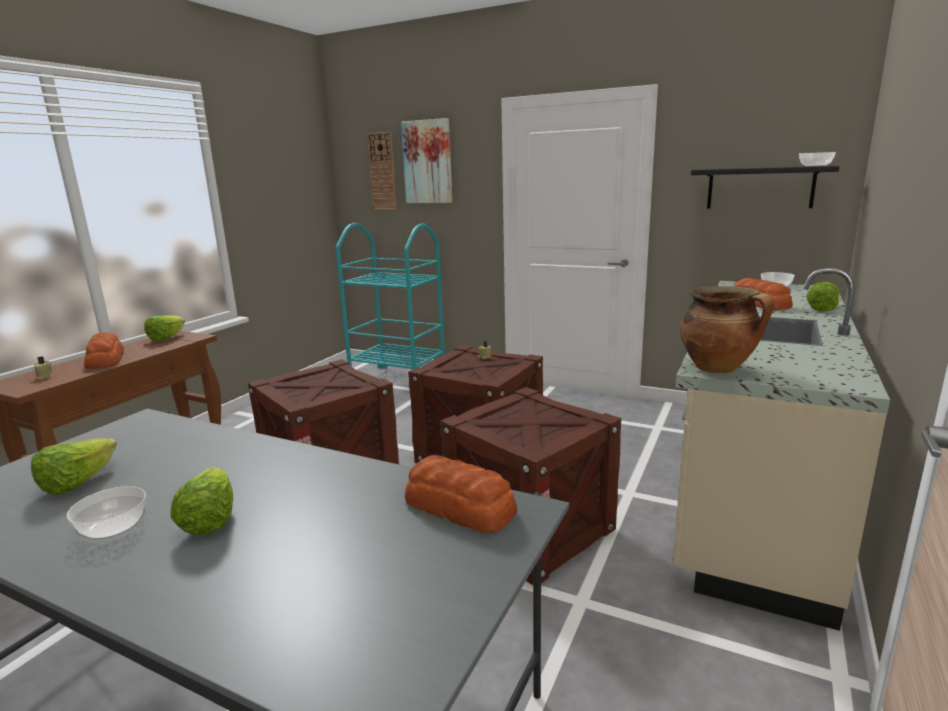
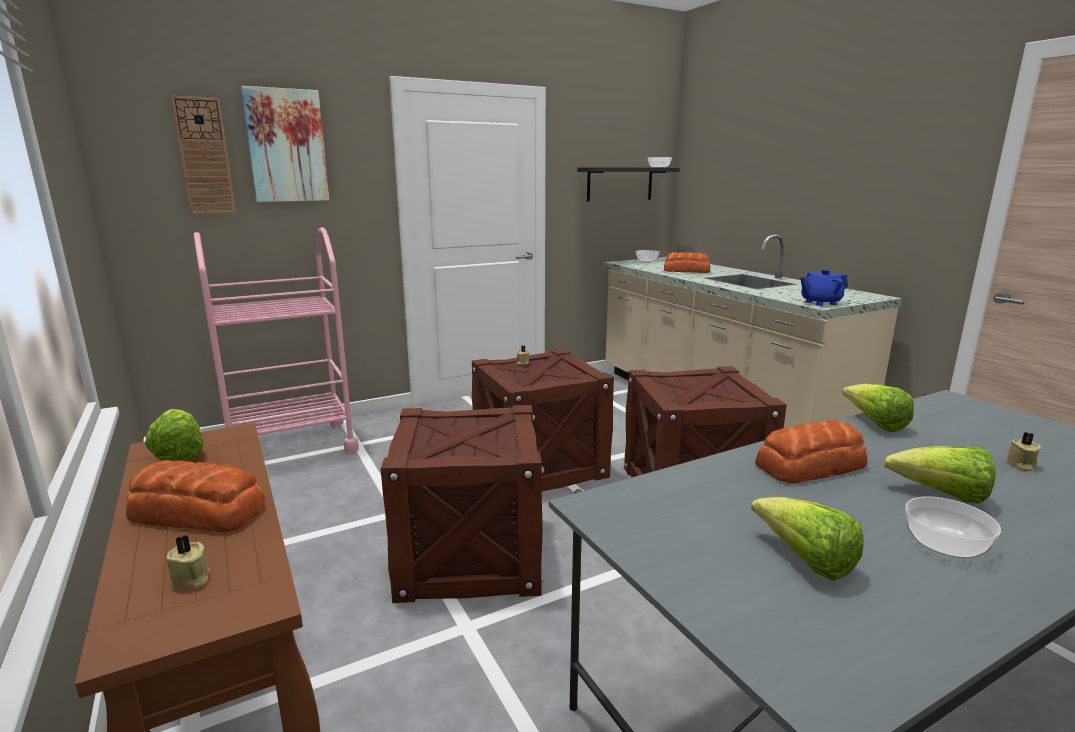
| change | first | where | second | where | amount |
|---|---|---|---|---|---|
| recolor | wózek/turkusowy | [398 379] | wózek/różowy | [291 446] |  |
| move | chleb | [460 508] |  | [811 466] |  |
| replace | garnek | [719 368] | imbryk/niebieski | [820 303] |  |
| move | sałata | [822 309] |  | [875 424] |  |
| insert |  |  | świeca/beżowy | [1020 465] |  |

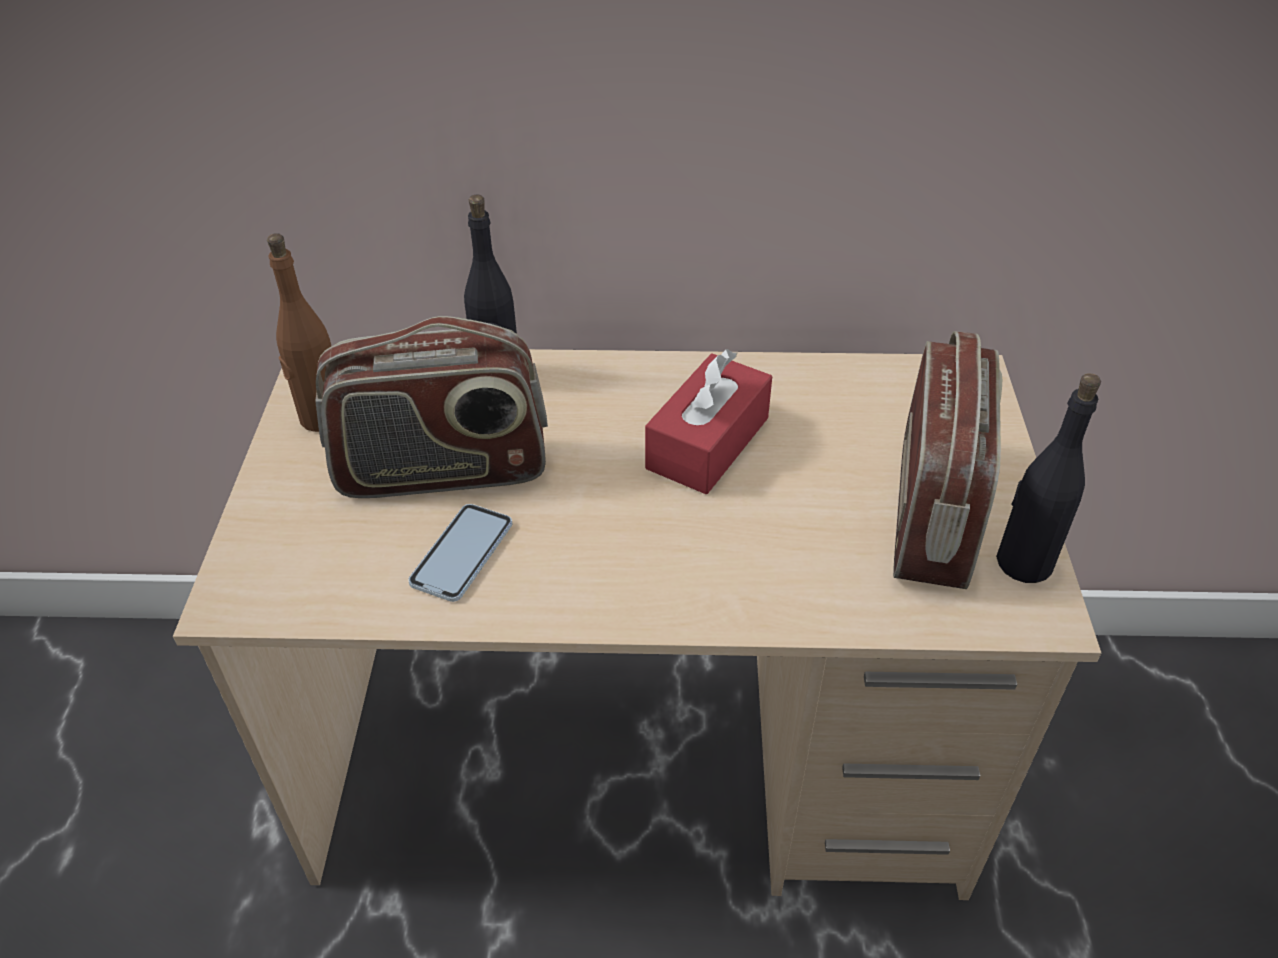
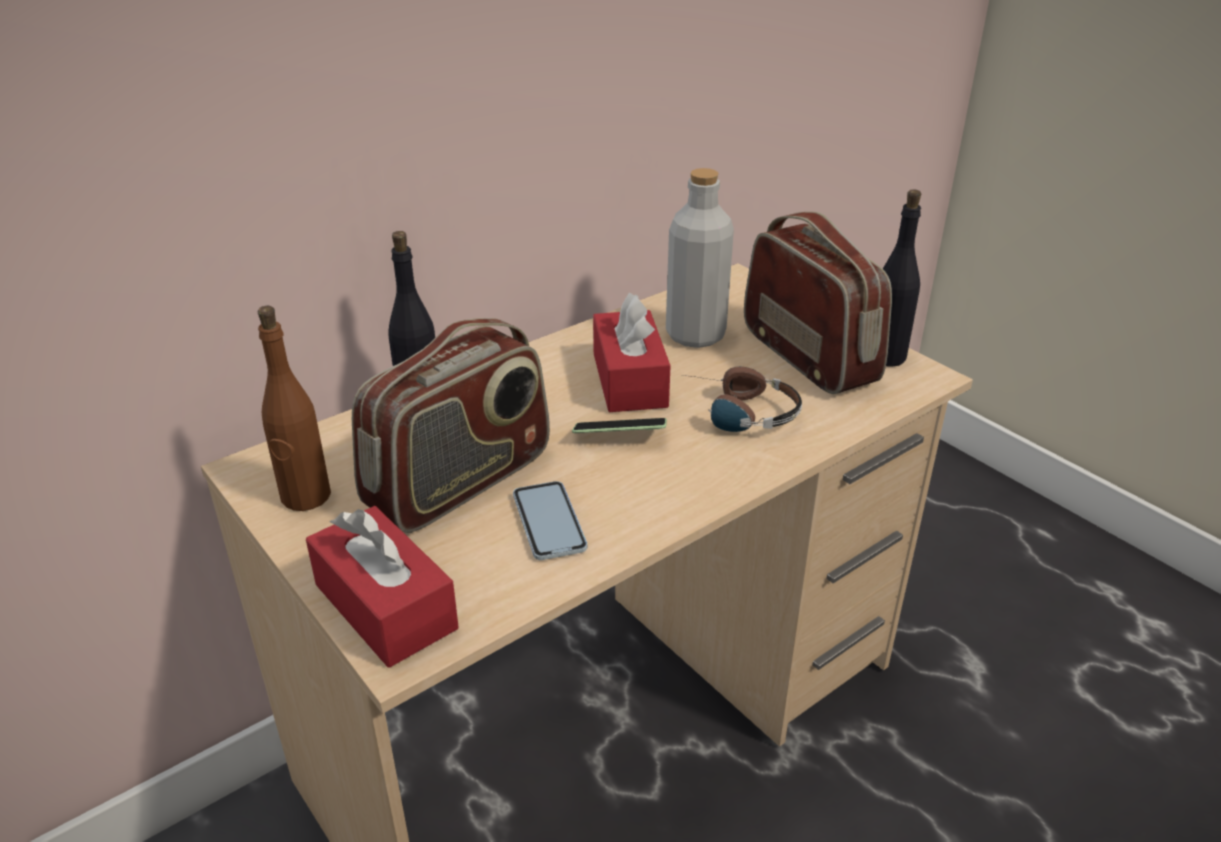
| change | first | where | second | where | amount |
|---|---|---|---|---|---|
| insert |  |  | pudełko chusteczek/czerwony | [385 606] |  |
| insert |  |  | telefon | [619 437] |  |
| insert |  |  | butelka/szary | [695 335] |  |
| insert |  |  | słuchawki | [736 413] |  |

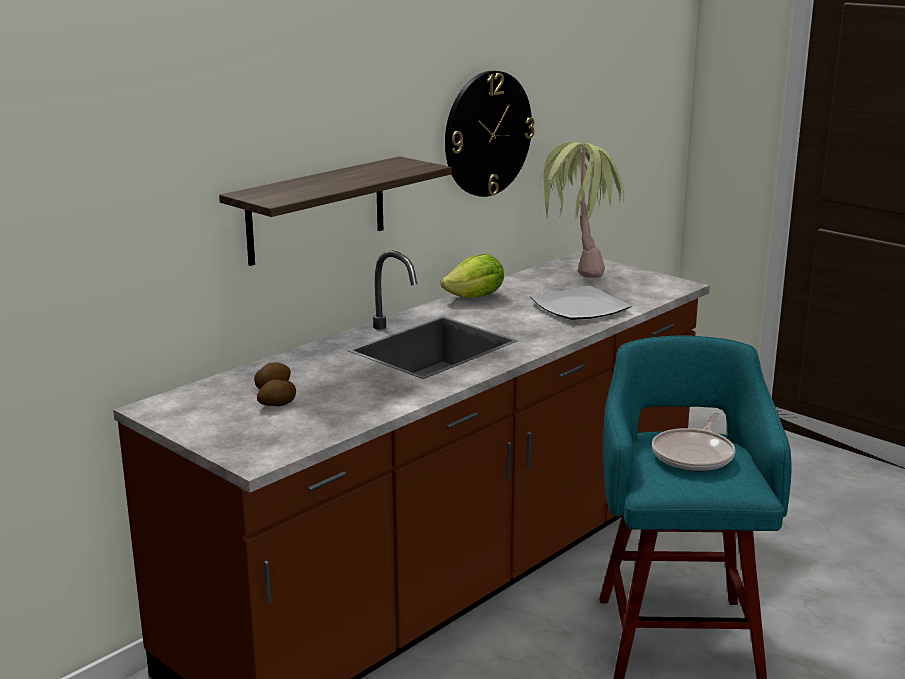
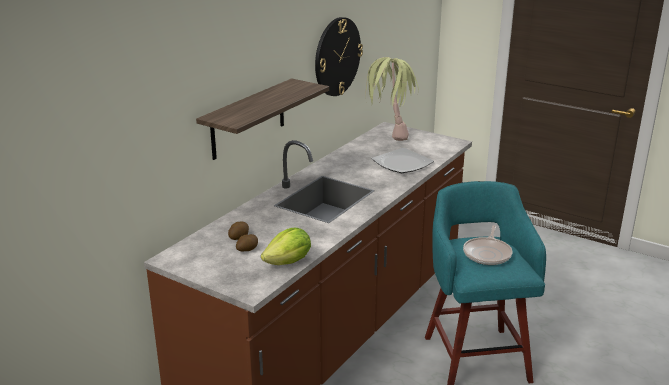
| change | first | where | second | where | amount |
|---|---|---|---|---|---|
| move | sałata | [475 297] |  | [289 262] |  |

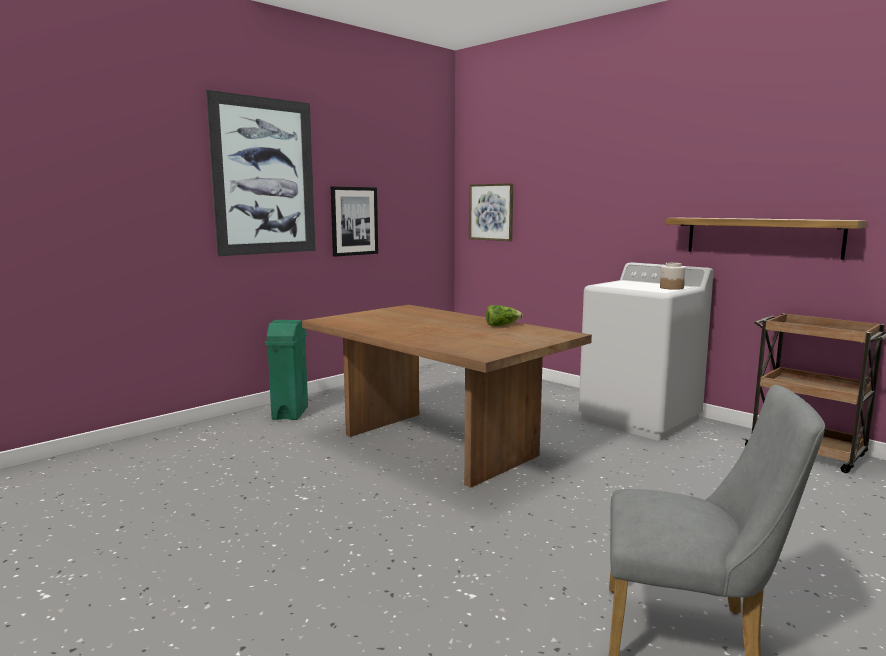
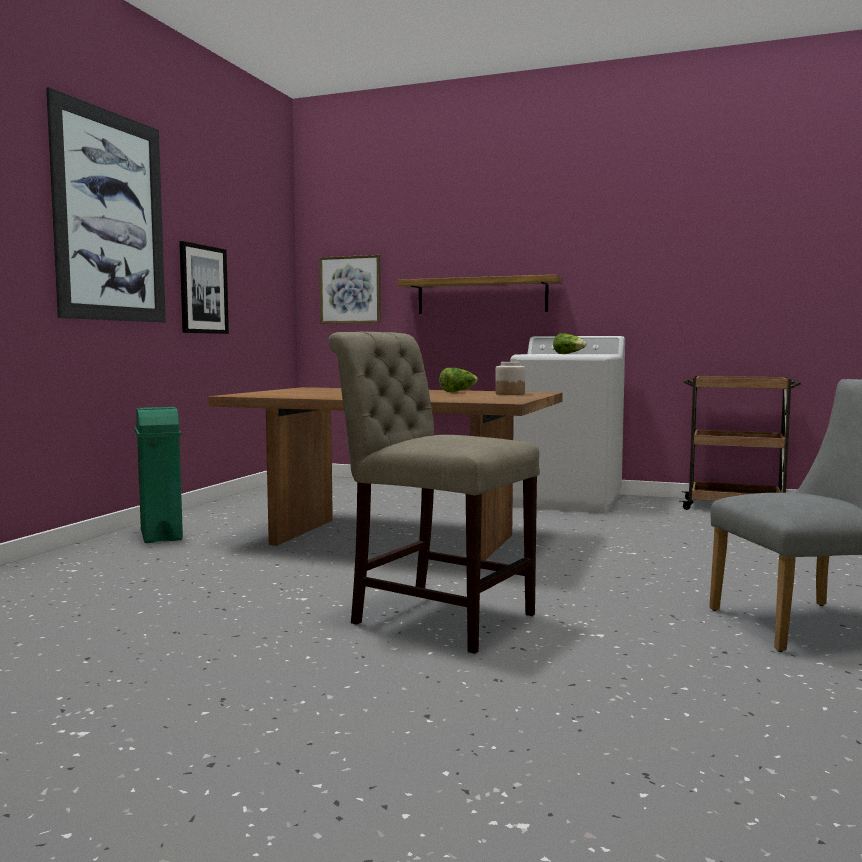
| change | first | where | second | where | amount |
|---|---|---|---|---|---|
| insert |  |  | krzesło/beżowy | [435 616] |  |
| move | półka | [762 237] |  | [481 296] |  |
| move | słoik | [671 288] |  | [509 394] |  |
| insert |  |  | sałata | [569 354] |  |

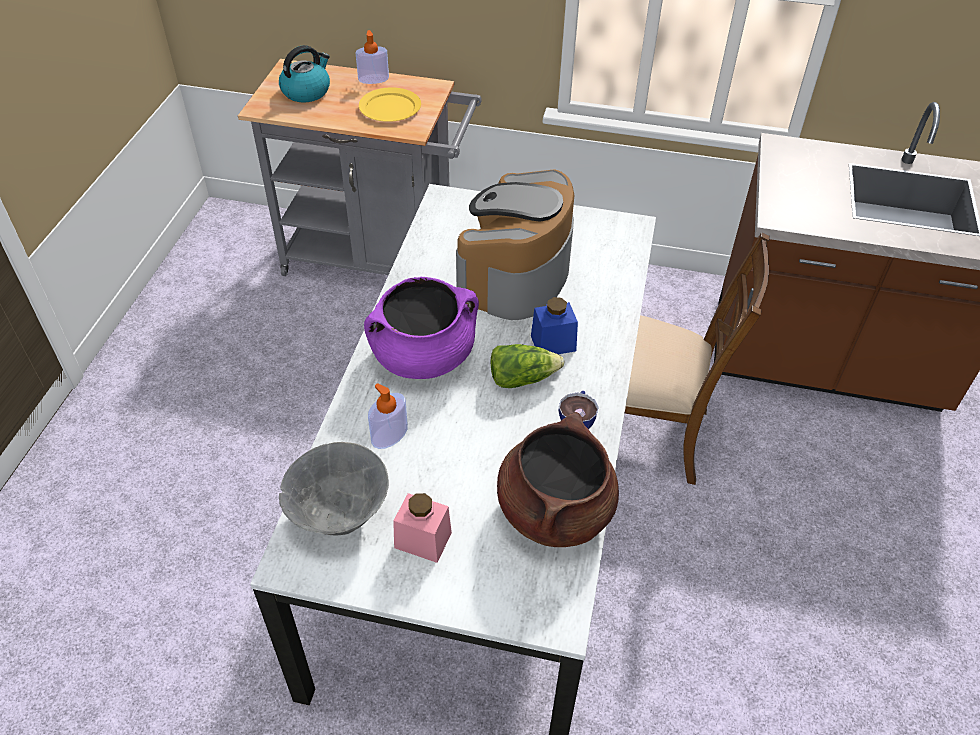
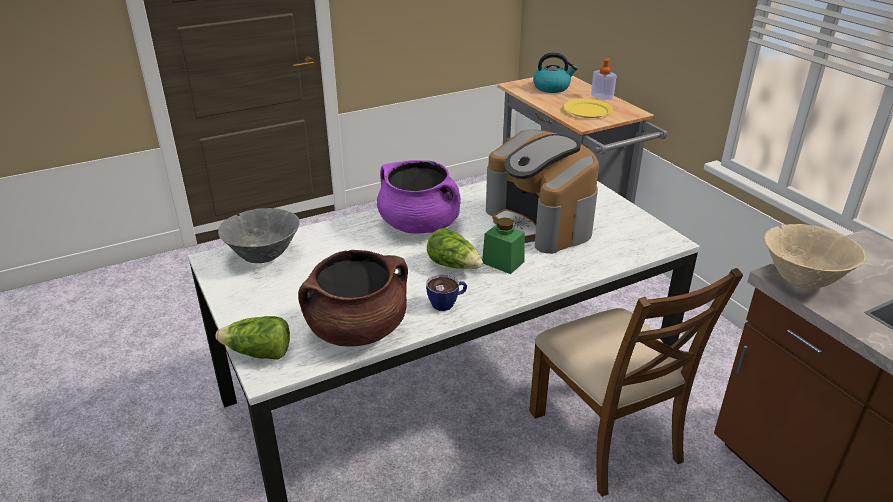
| change | first | where | second | where | amount |
|---|---|---|---|---|---|
| insert |  |  | sałata | [259 353] |  |
| recolor | słoik/niebieski | [553 343] | słoik/zielony | [503 262] |  |
| rotate | ekspres do kawy | [516 275] |  | [540 222] | 105 degrees counterclockwise |
| insert |  |  | miska/beżowy | [801 281] |  |
| delete | dozownik mydła | [389 434] |  |  |  |
| delete | słoik/różowy | [423 540] |  |  |  |

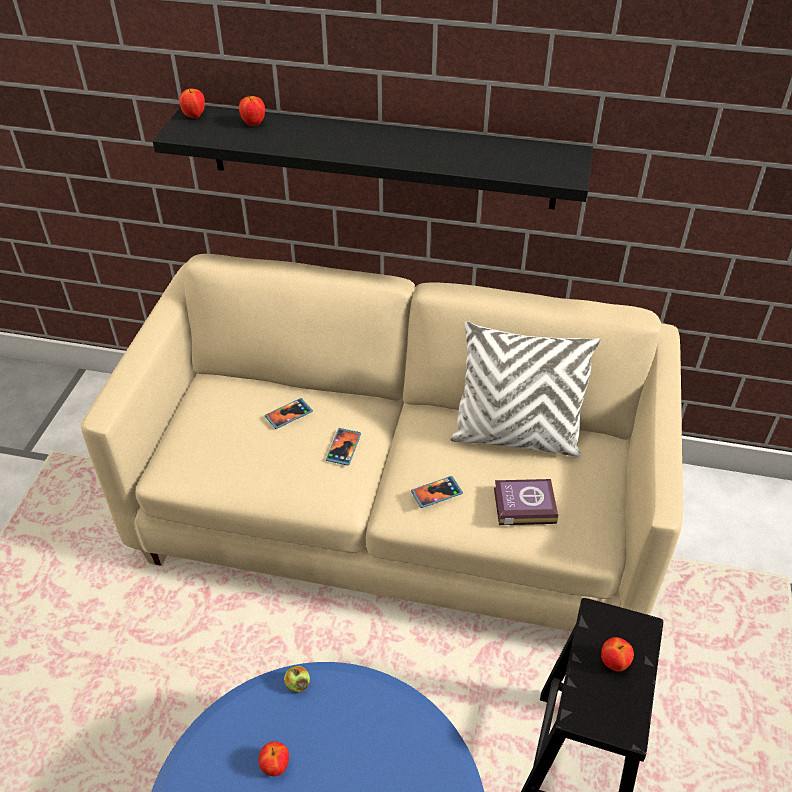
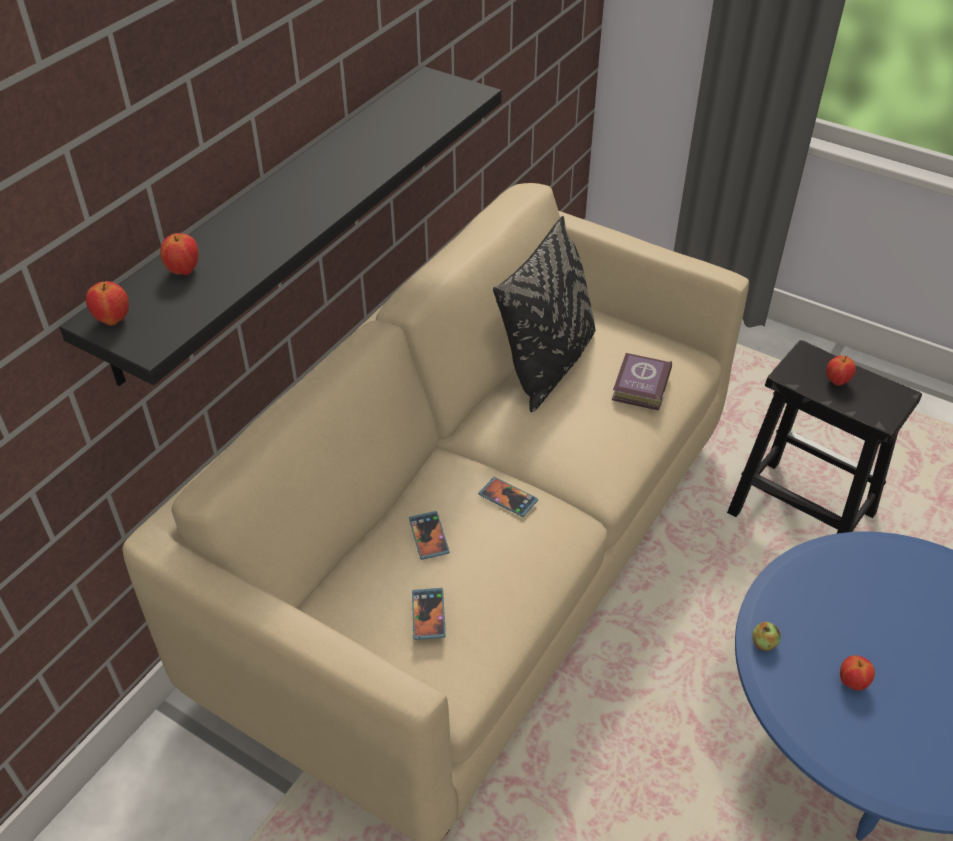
| change | first | where | second | where | amount |
|---|---|---|---|---|---|
| move | telefon | [436 493] |  | [428 615] |  |
| recolor | poduszka/biały | [515 437] | poduszka/czarny | [548 365] |  |

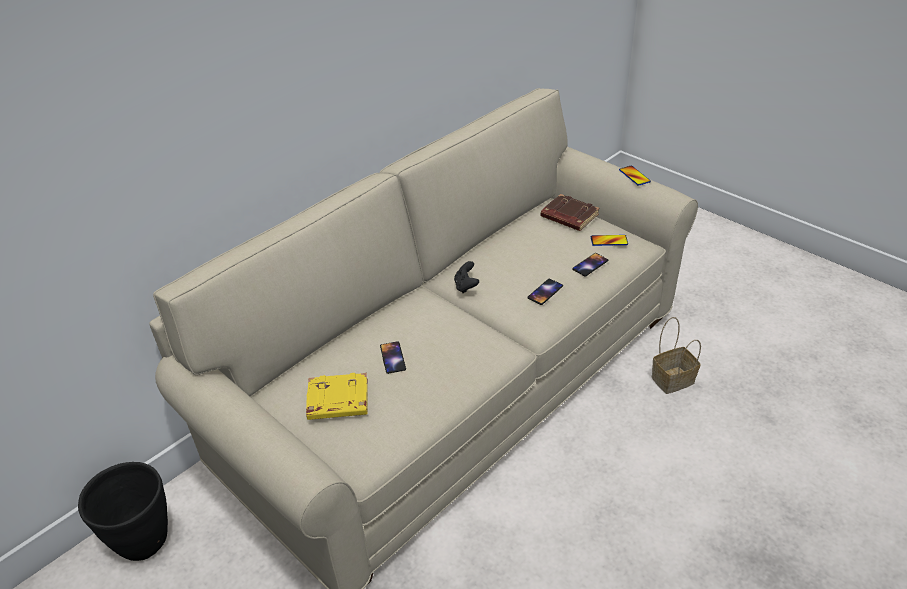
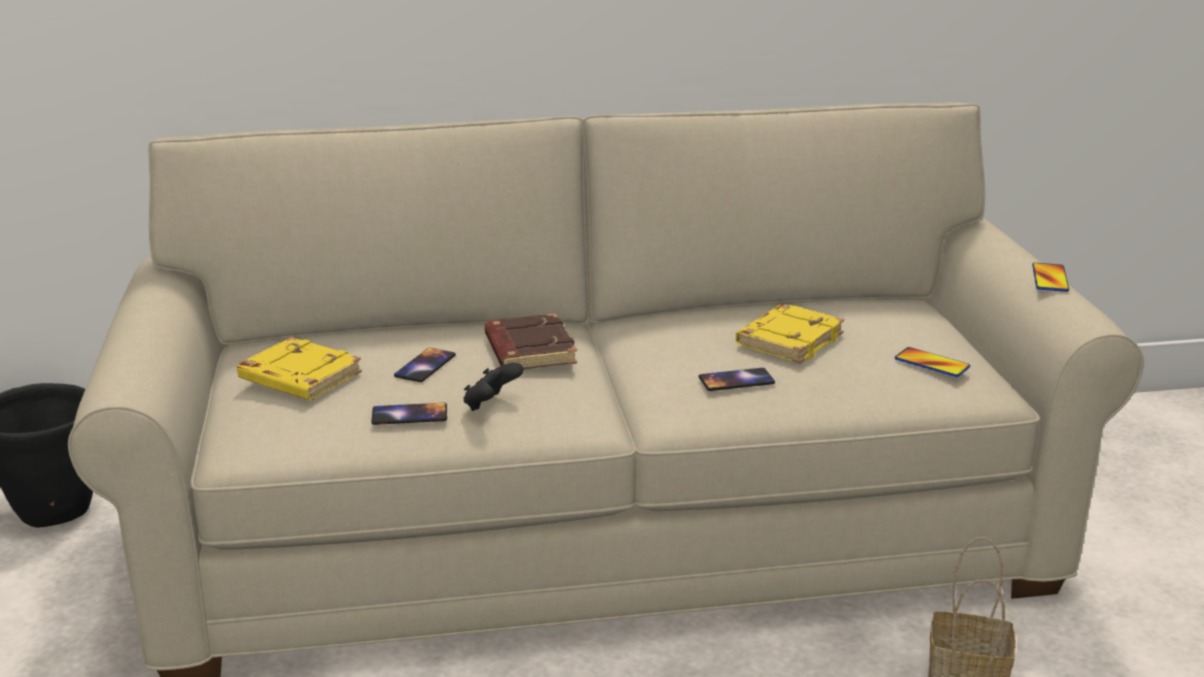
| change | first | where | second | where | amount |
|---|---|---|---|---|---|
| move | telefon | [590 265] |  | [409 414] |  |
| move | pad do gier/czarny | [466 286] |  | [491 405] |  |
| move | książka/brązowy | [568 217] |  | [528 350] |  |
| insert |  |  | książka/żółty | [788 340] |  |

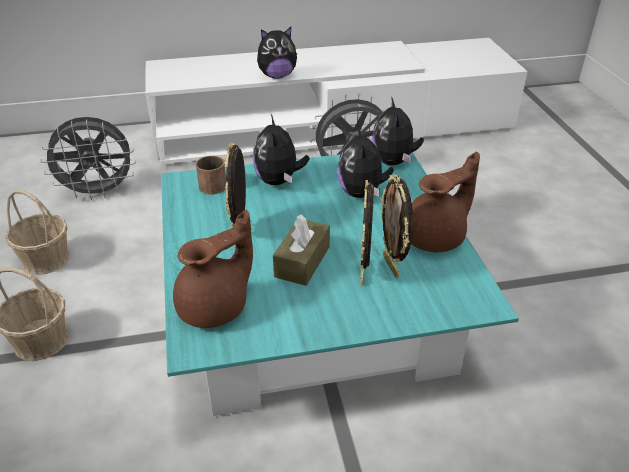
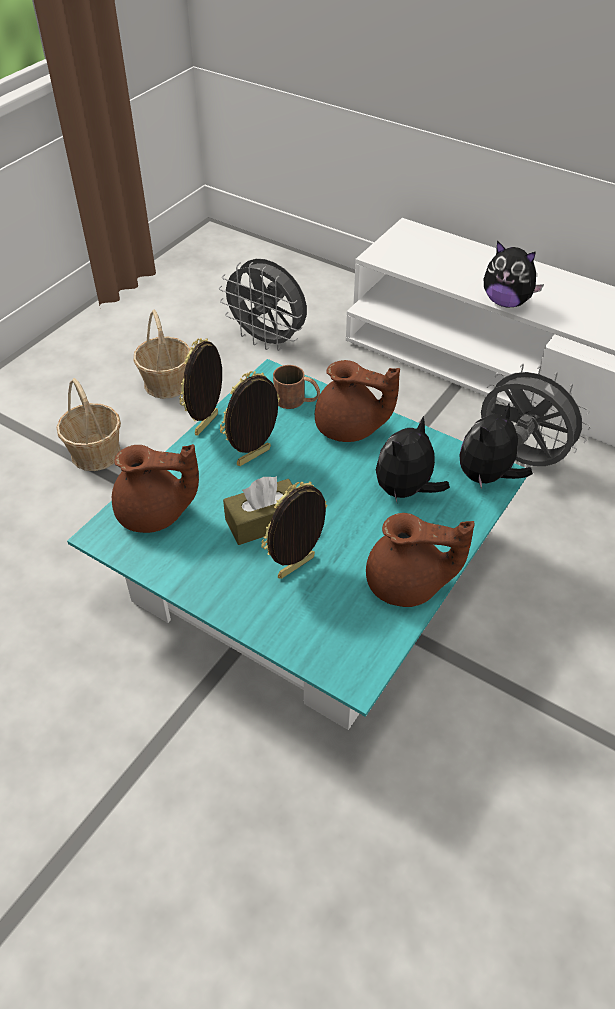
| change | first | where | second | where | amount |
|---|---|---|---|---|---|
| move | ramka na zdjęcie | [392 266] |  | [208 425] |  |
| replace | pluszak | [279 181] | imbryk/brązowy | [350 428] |  |

